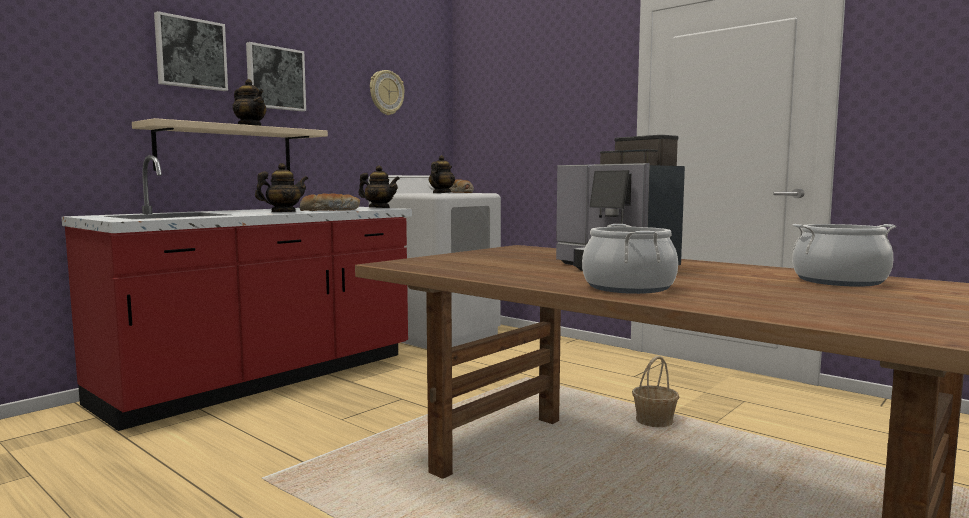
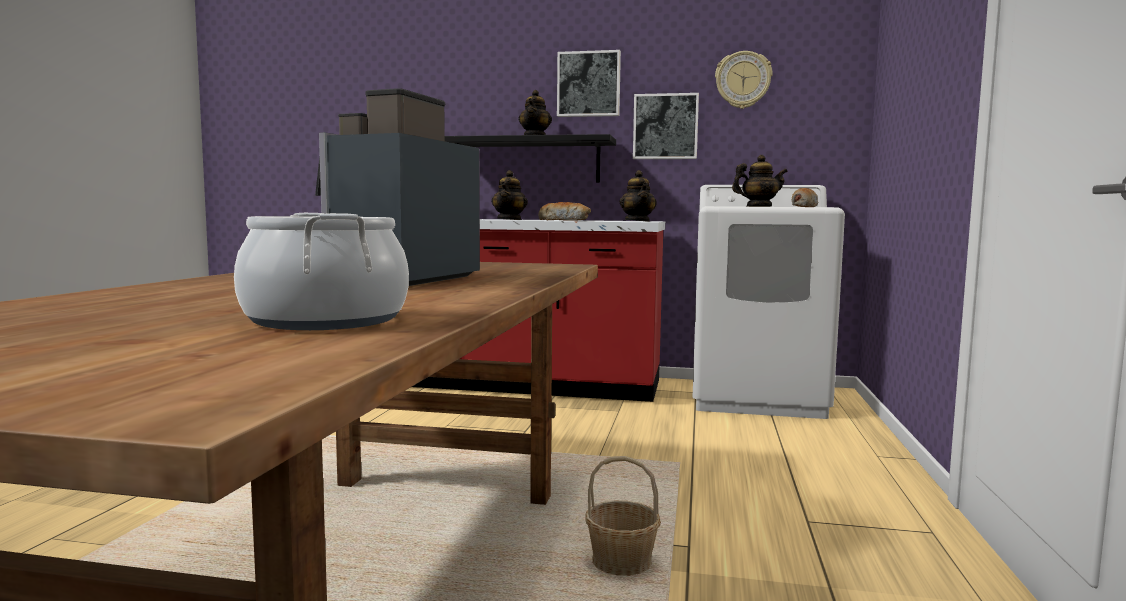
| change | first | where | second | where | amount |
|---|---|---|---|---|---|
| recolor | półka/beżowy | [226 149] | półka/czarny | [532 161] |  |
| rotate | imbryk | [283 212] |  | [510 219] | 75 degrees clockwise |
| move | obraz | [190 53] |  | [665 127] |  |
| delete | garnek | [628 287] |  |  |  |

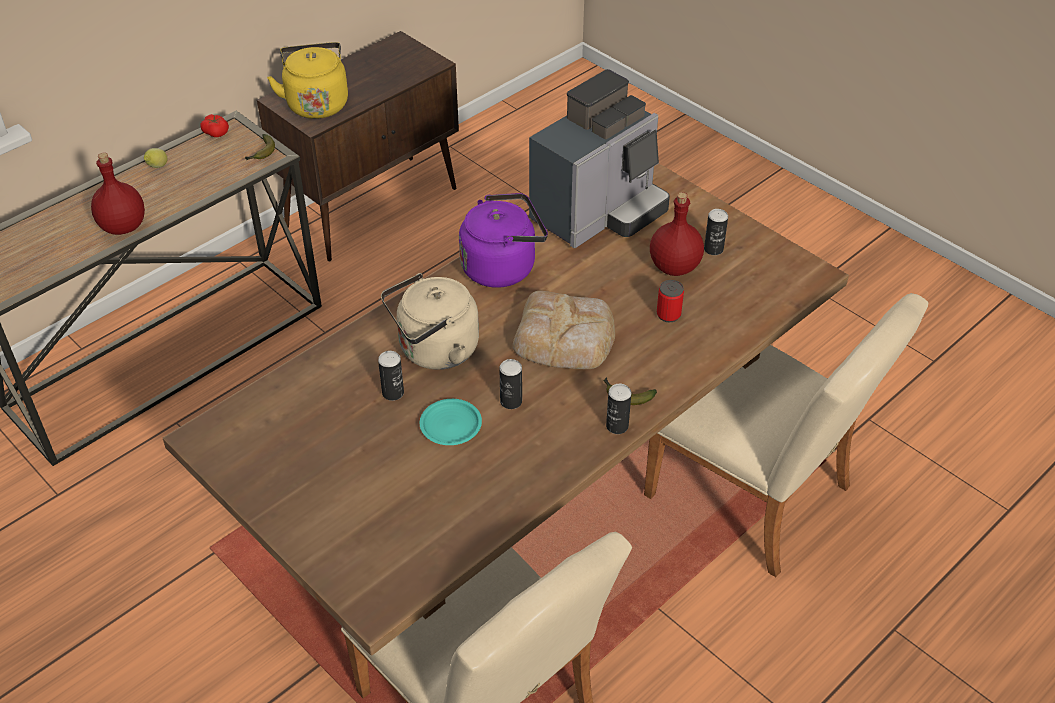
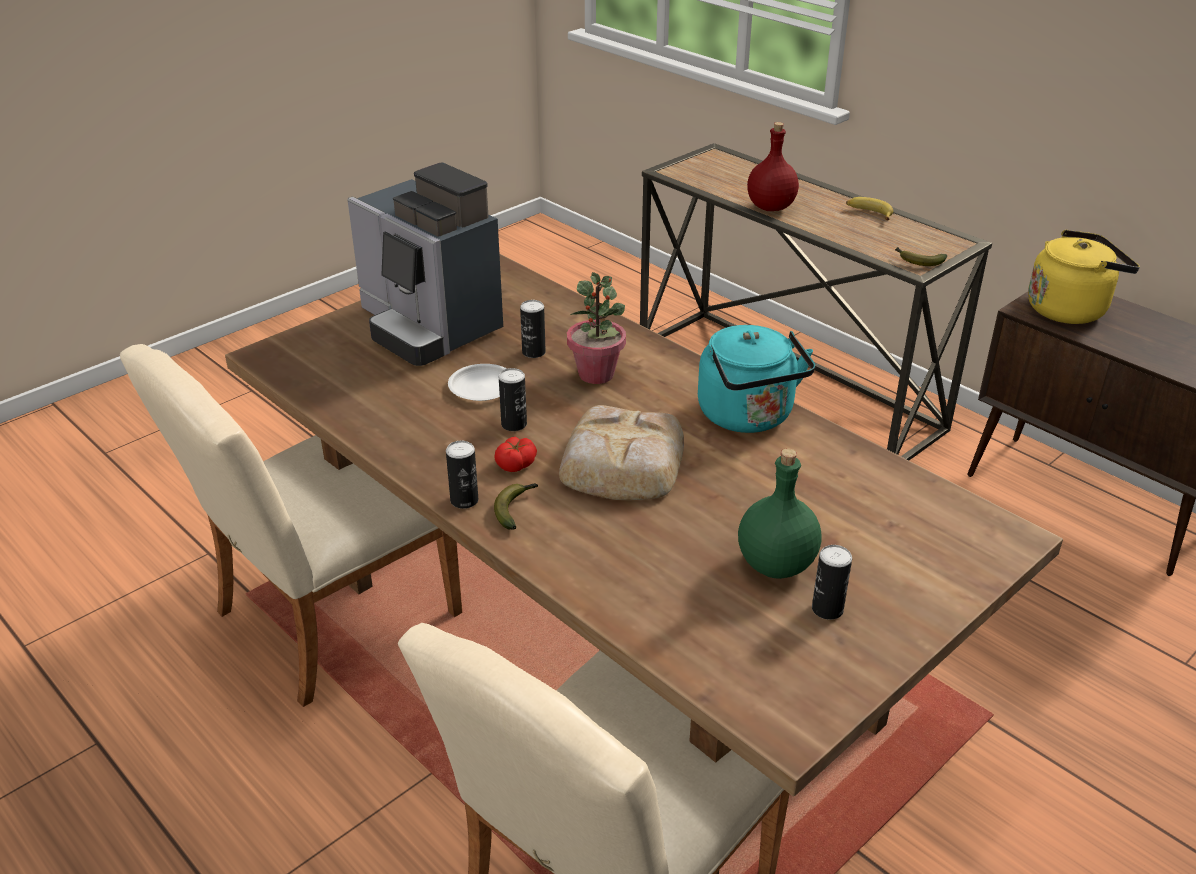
| change | first | where | second | where | amount |
|---|---|---|---|---|---|
| move | ekspres do kawy | [599 212] |  | [428 327] |  |
| recolor | talerz/turkusowy | [451 426] | talerz/biały | [481 387] |  |
| move | pomidor | [216 132] |  | [516 464] |  |
| replace | czajnik/beżowy | [434 351] | roślina doniczkowa | [596 374] |  |
| recolor | czajnik/fioletowy | [502 267] | czajnik/turkusowy | [749 417] |  |
| recolor | butelka/czerwony | [673 267] | butelka/zielony | [775 564] |  |
| replace | cytryna | [157 167] | banan | [869 213] |  |
| delete | puszka | [668 314] |  |  |  |

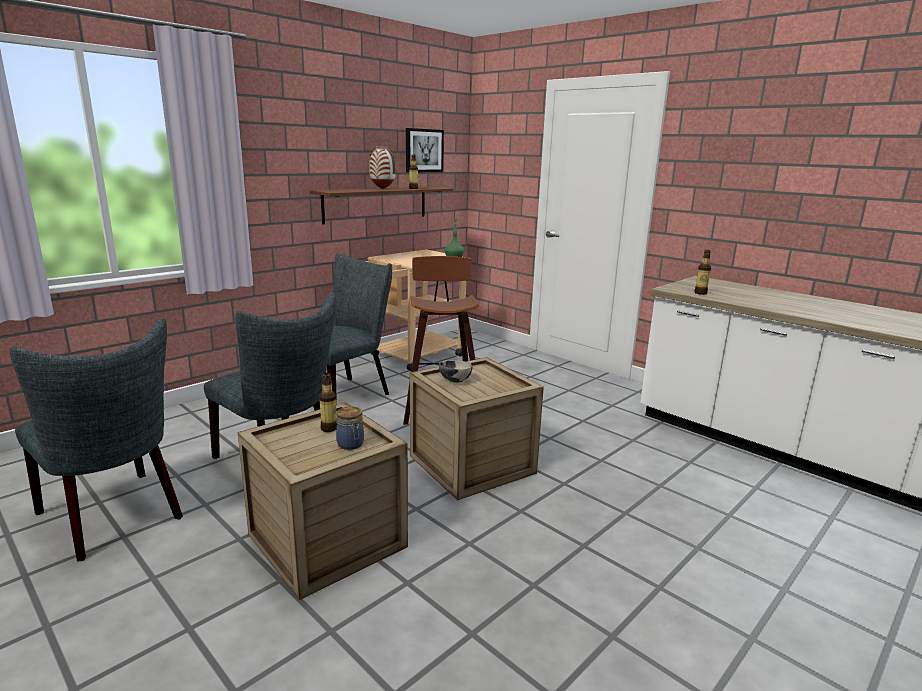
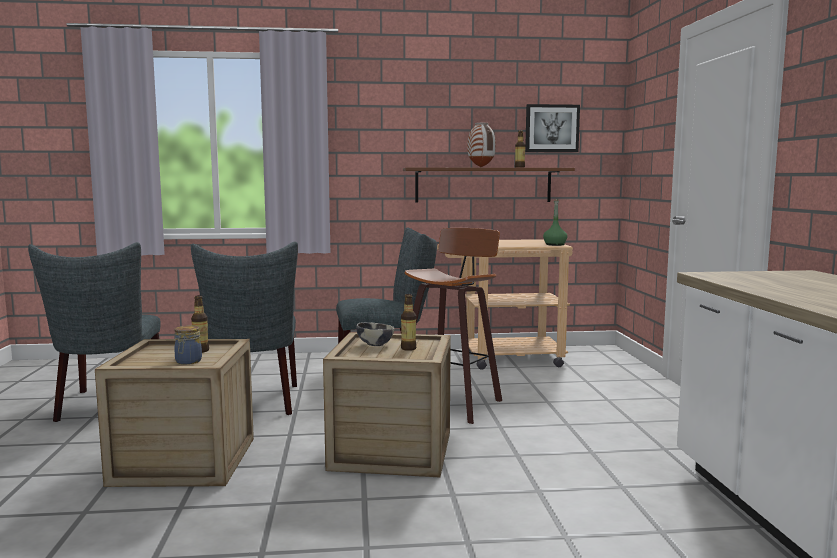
| change | first | where | second | where | amount |
|---|---|---|---|---|---|
| move | butelka | [700 293] |  | [408 348] |  |

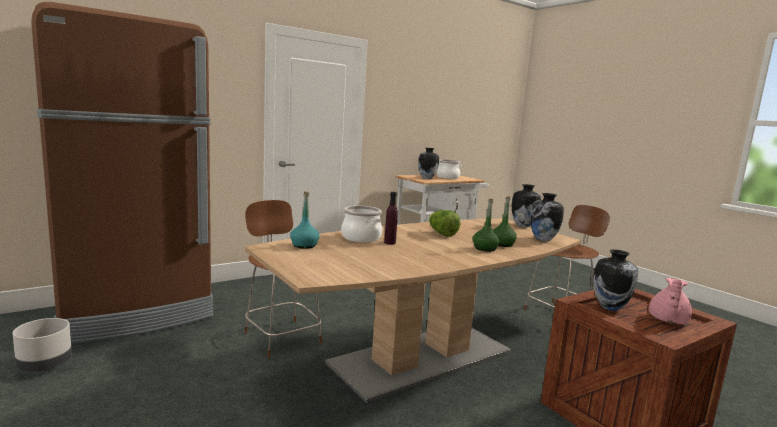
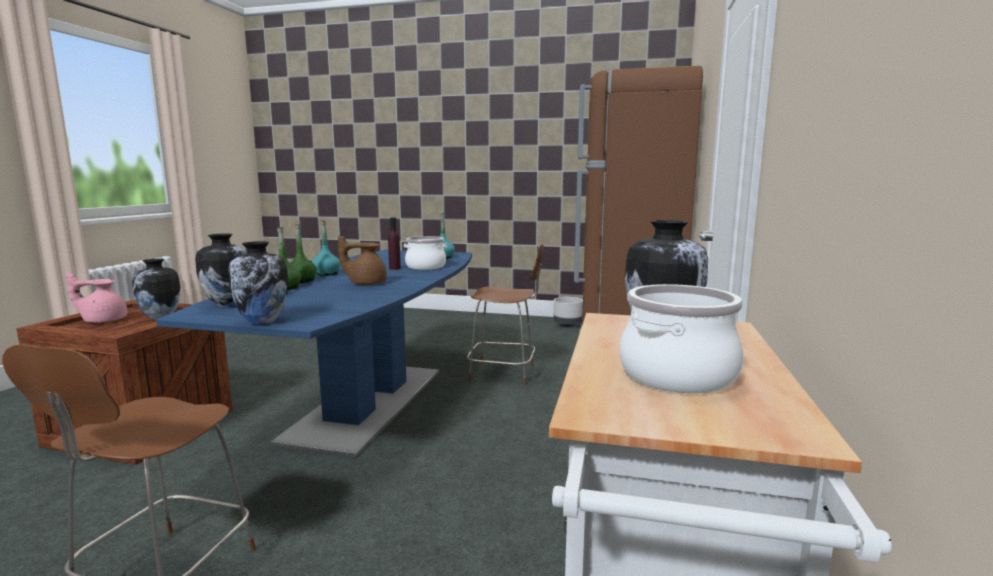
| change | first | where | second | where | amount |
|---|---|---|---|---|---|
| rotate | imbryk/różowy | [667 320] |  | [103 320] | 90 degrees counterclockwise |
| recolor | stół jadalny/brązowy | [421 357] | stół jadalny/niebieski | [368 403] |  |
| insert |  |  | butelka/turkusowy | [326 274] |  |
| replace | sałata | [442 234] | imbryk/brązowy | [366 283] |  |

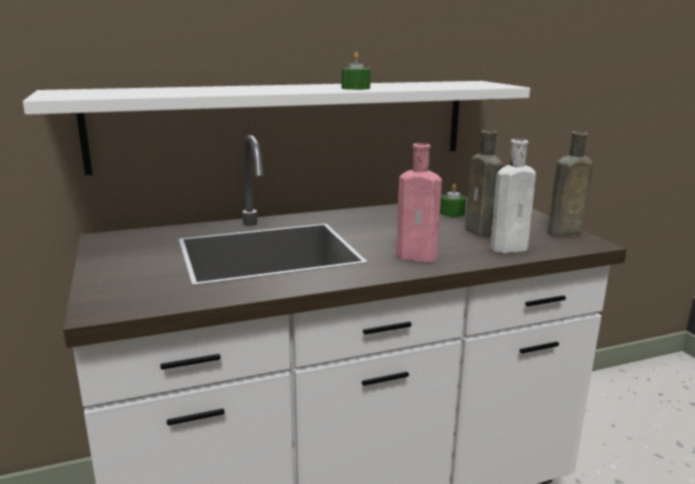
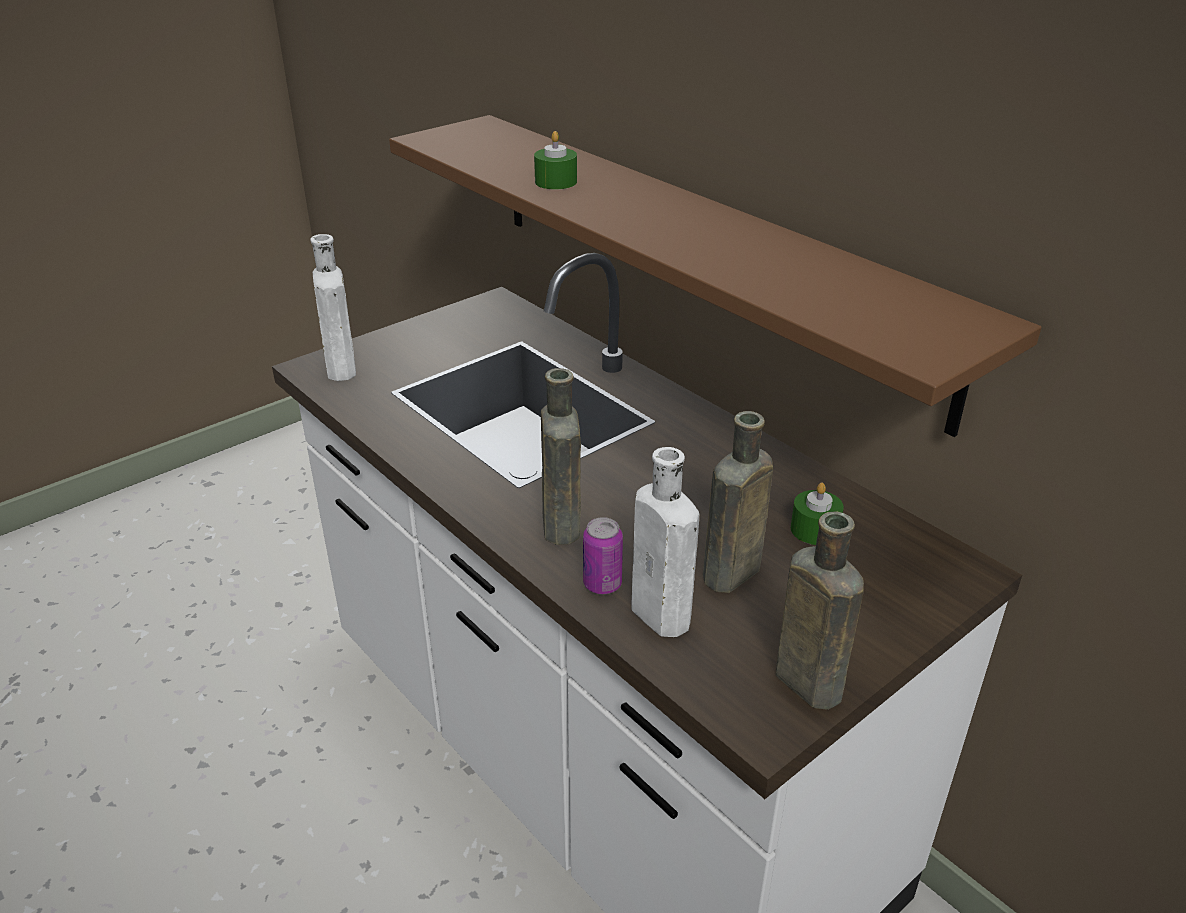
| change | first | where | second | where | amount |
|---|---|---|---|---|---|
| insert |  |  | butelka/biały | [342 370] |  |
| recolor | półka/biały | [288 123] | półka/brązowy | [700 255] |  |
| move | świeca/zielony | [355 88] |  | [556 182] |  |
| recolor | butelka/różowy | [419 257] | butelka/brązowy | [562 528] |  |
| insert |  |  | puszka | [602 584] |  |

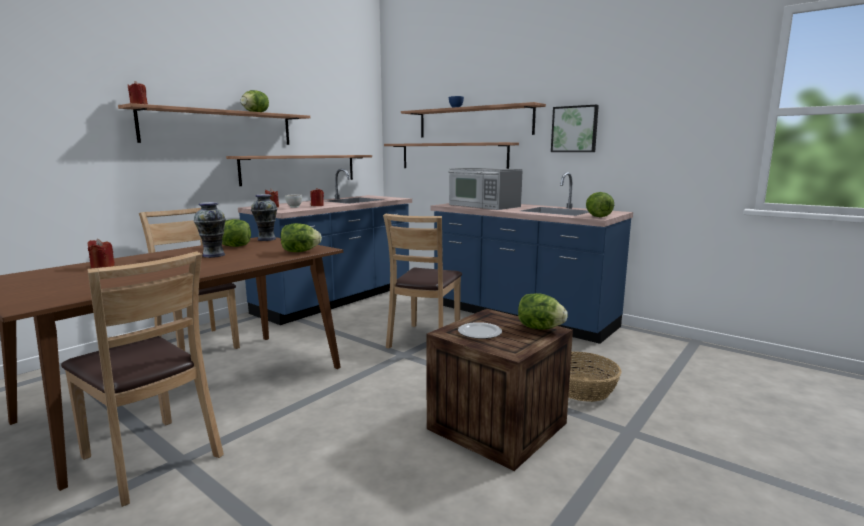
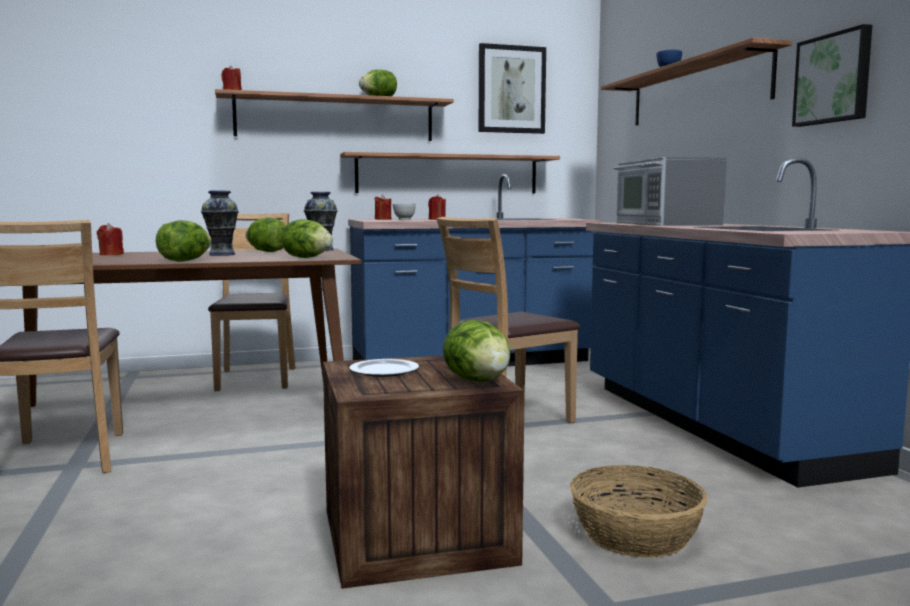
| change | first | where | second | where | amount |
|---|---|---|---|---|---|
| move | sałata | [598 216] |  | [185 261] |  |
| insert |  |  | obraz | [511 89] |  |
| delete | półka | [452 156] |  |  |  |

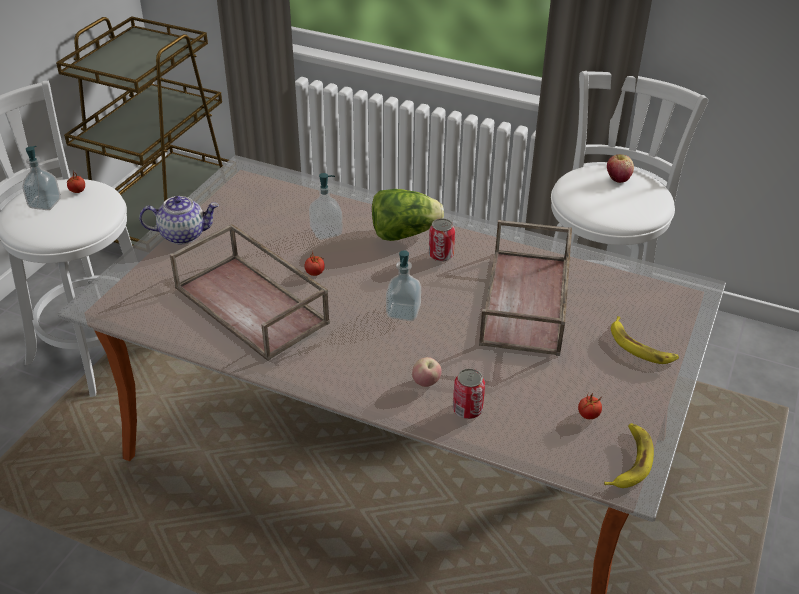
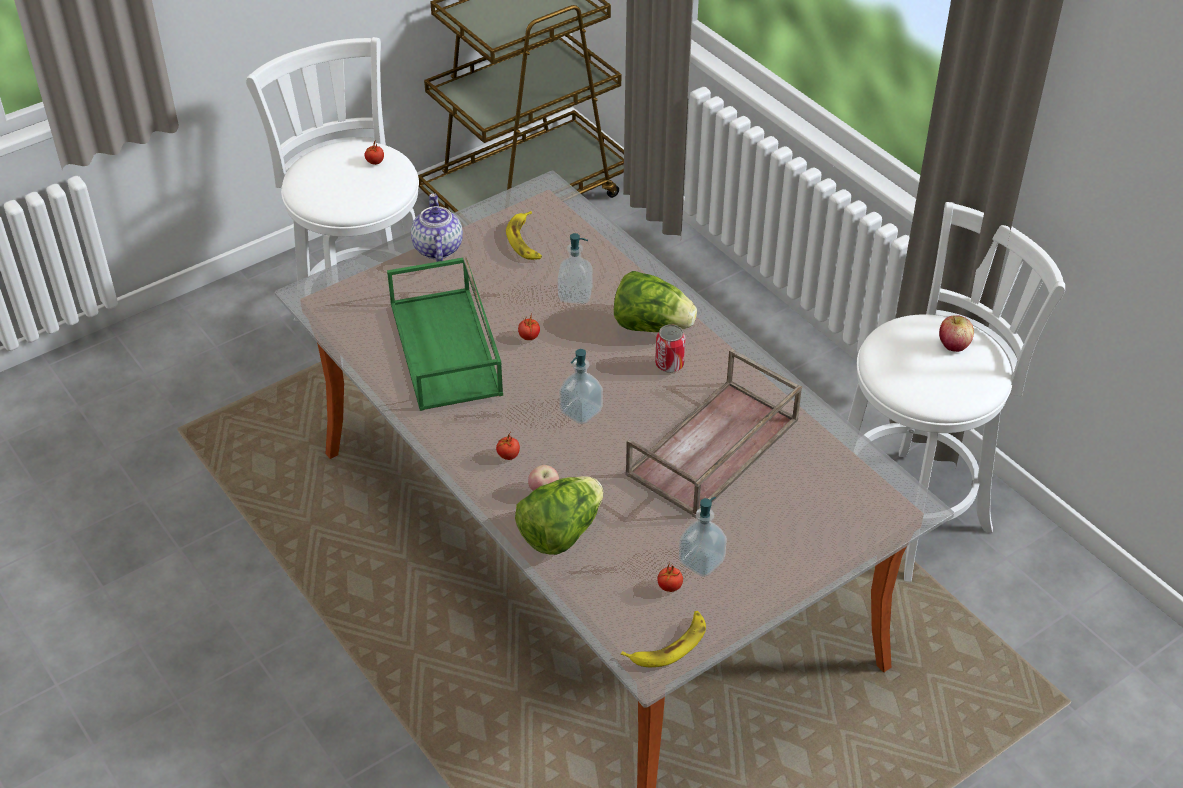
| change | first | where | second | where | amount |
|---|---|---|---|---|---|
| recolor | taca/brązowy | [253 305] | taca/zielony | [447 349] |  |
| rotate | imbryk | [183 234] |  | [437 248] | 120 degrees counterclockwise |
| insert |  |  | pomidor | [508 455] |  |
| move | banan | [640 347] |  | [525 241] |  |
| replace | puszka | [467 409] | sałata | [560 532] |  |
| move | dozownik mydła | [45 204] |  | [701 561] |  |

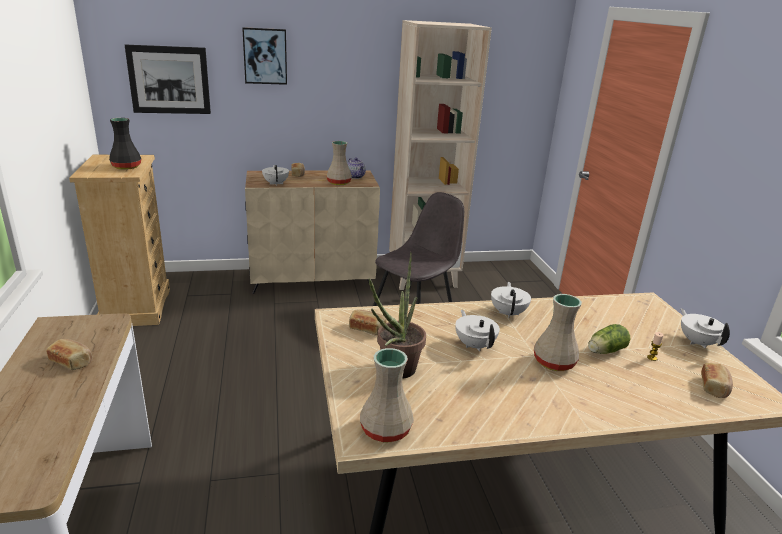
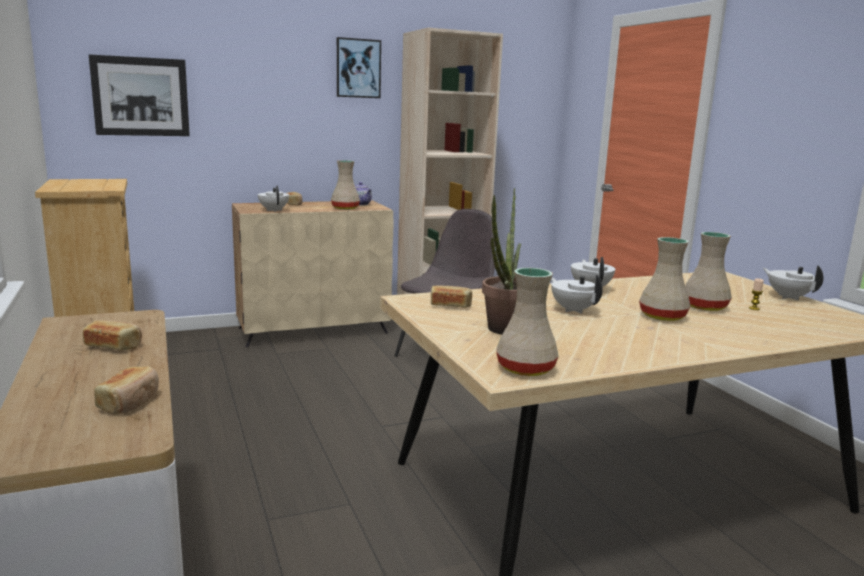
| change | first | where | second | where | amount |
|---|---|---|---|---|---|
| move | chleb | [714 387] |  | [130 402] |  |
| move | obraz | [265 56] |  | [358 68] |  |
| replace | sałata | [604 351] | wazon/beżowy | [705 307] |  |
| delete | wazon/czarny | [126 167] |  |  |  |

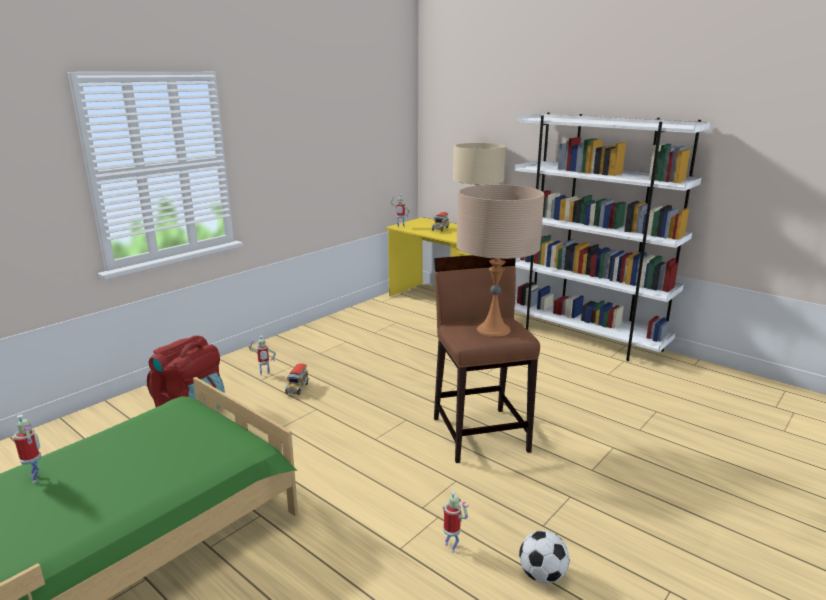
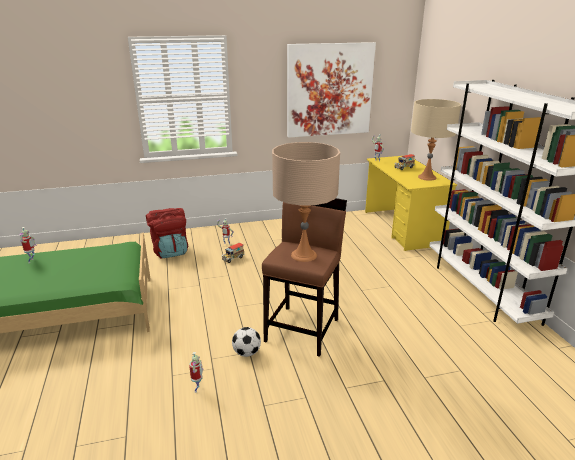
| change | first | where | second | where | amount |
|---|---|---|---|---|---|
| move | piłka futbolowa | [542 575] |  | [246 353] |  |
| insert |  |  | obraz | [329 90] |  |

